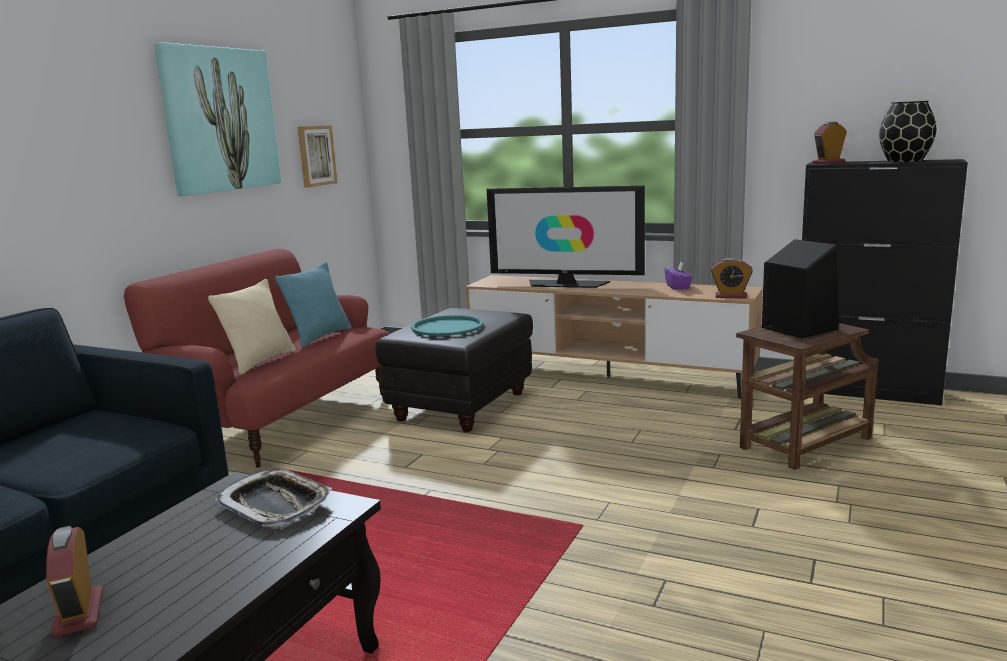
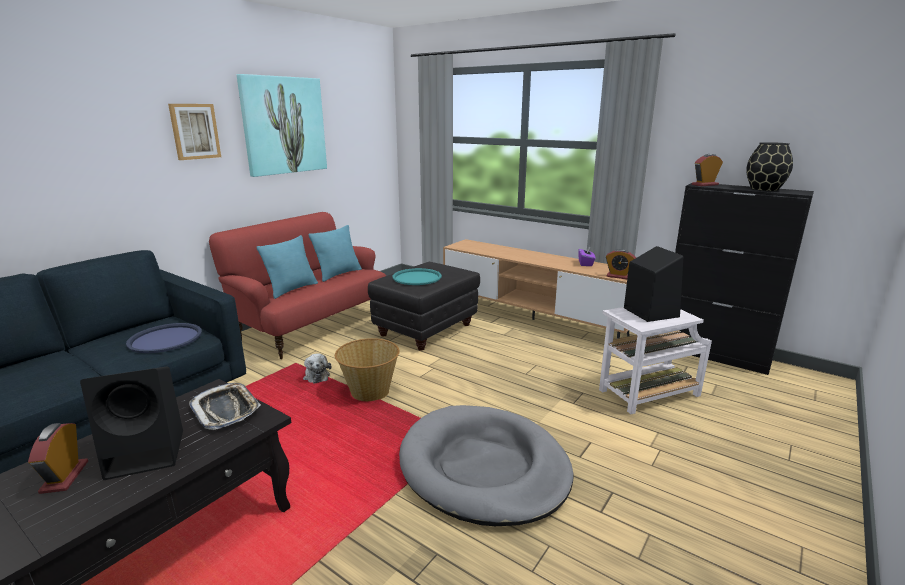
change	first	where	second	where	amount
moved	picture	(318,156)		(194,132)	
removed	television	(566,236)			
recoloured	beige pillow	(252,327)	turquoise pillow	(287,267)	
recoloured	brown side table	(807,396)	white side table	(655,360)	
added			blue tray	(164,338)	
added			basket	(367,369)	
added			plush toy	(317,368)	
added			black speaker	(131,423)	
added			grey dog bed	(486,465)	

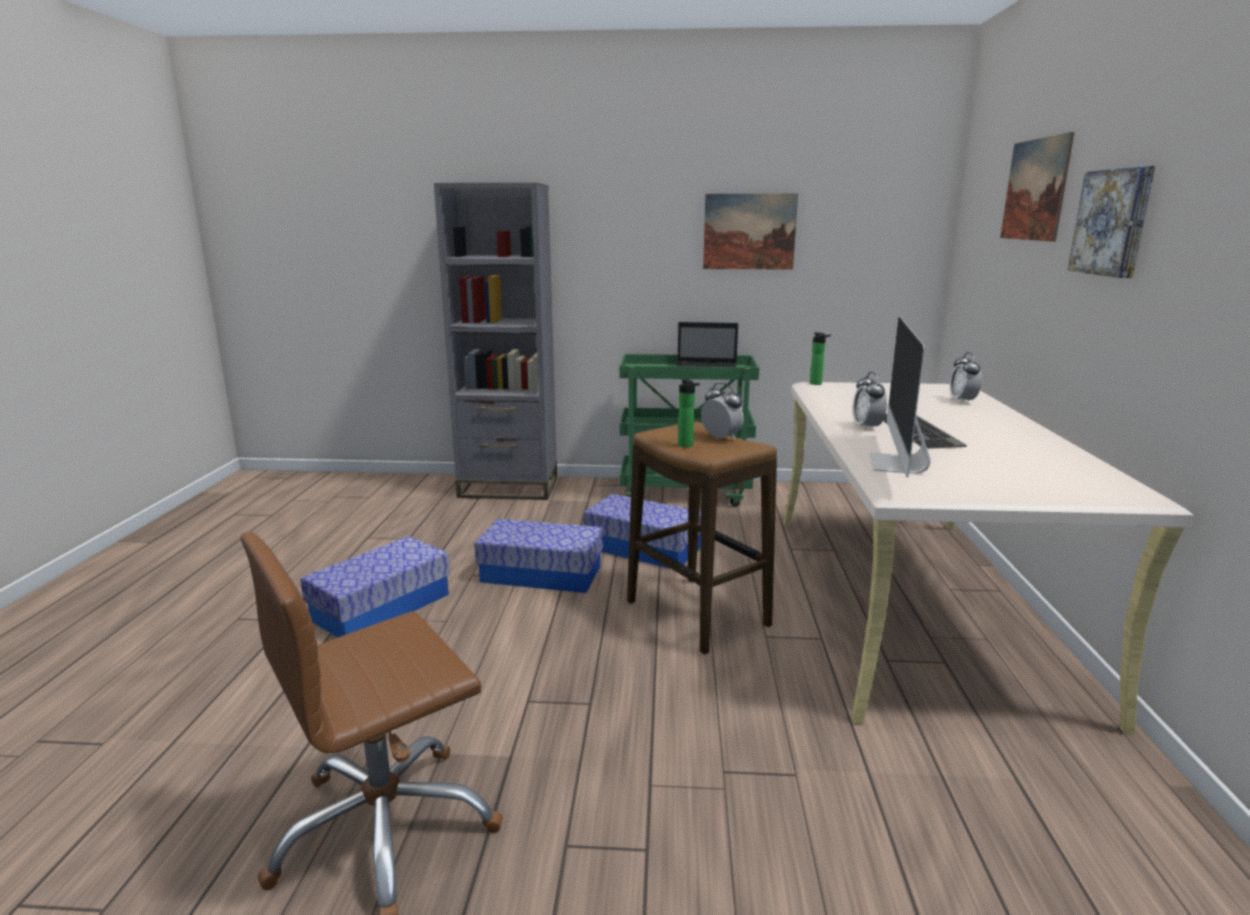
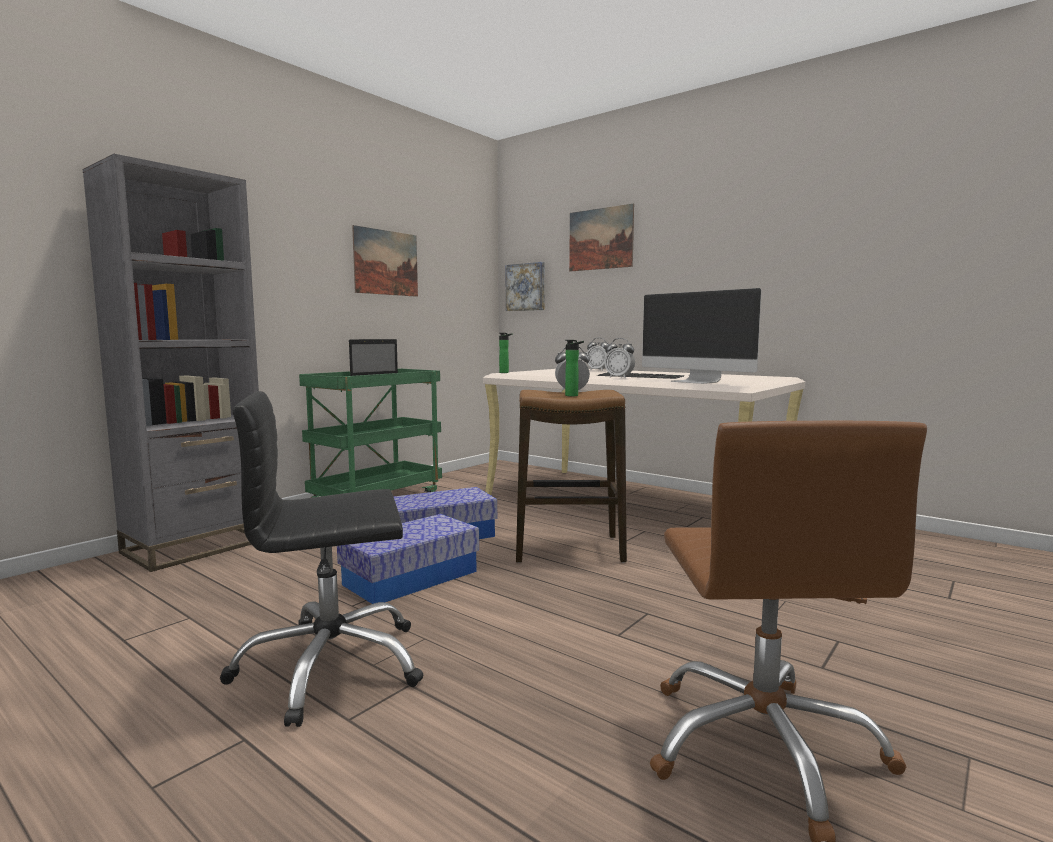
change	first	where	second	where	amount
moved	picture	(1111,222)		(525,286)	
replaced	storage box	(375,587)	black office chair	(321,559)	

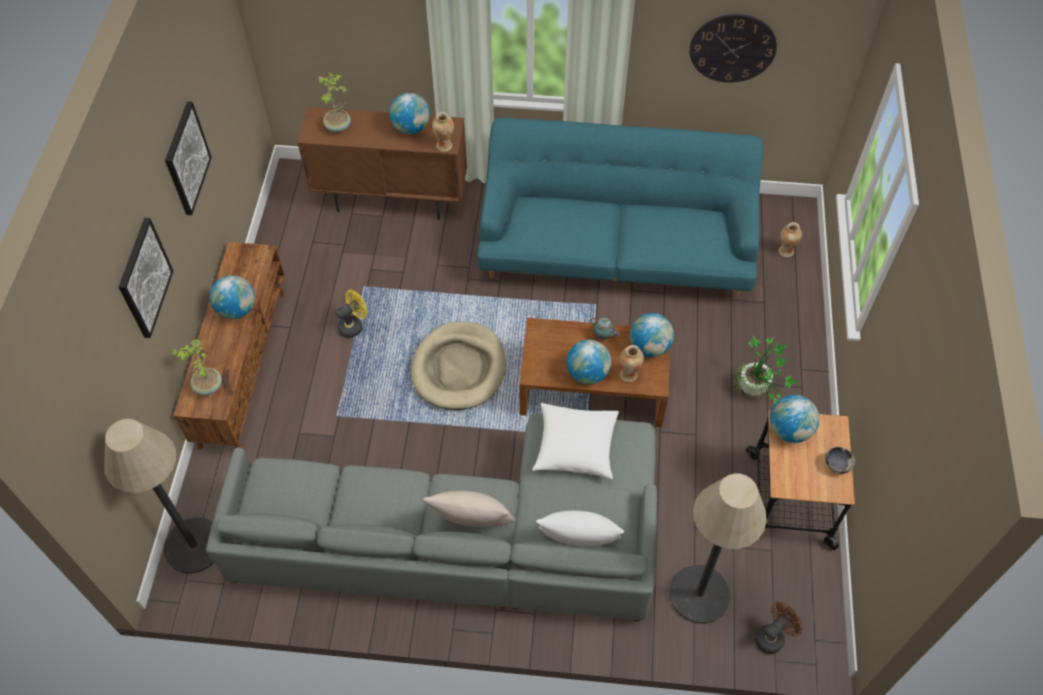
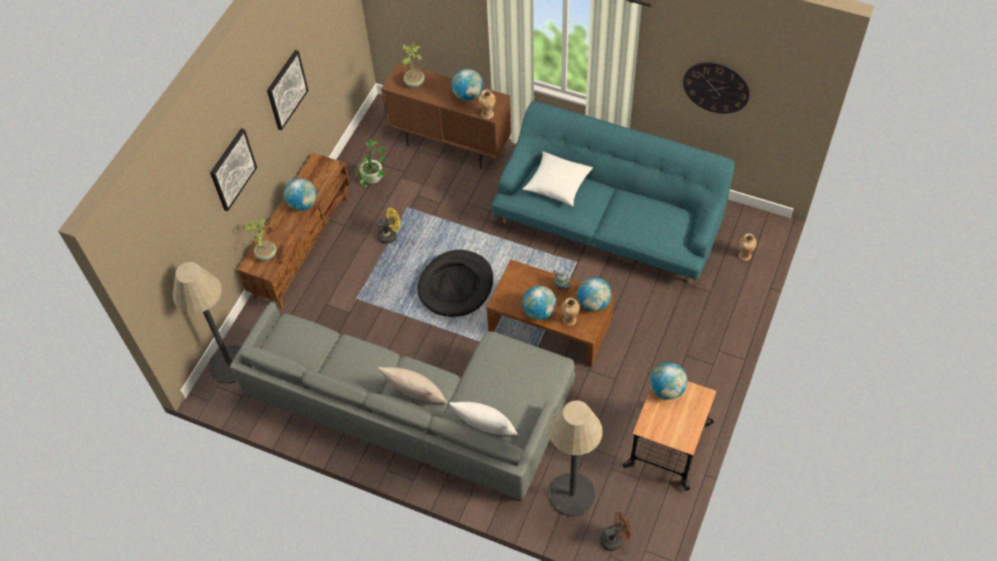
change	first	where	second	where	amount
recoloured	beige dog bed	(458,365)	black dog bed	(455,283)	
moved	potted plant	(765,369)		(371,163)	
moved	white pillow	(575,441)		(558,179)	
removed	bowl	(840,460)			

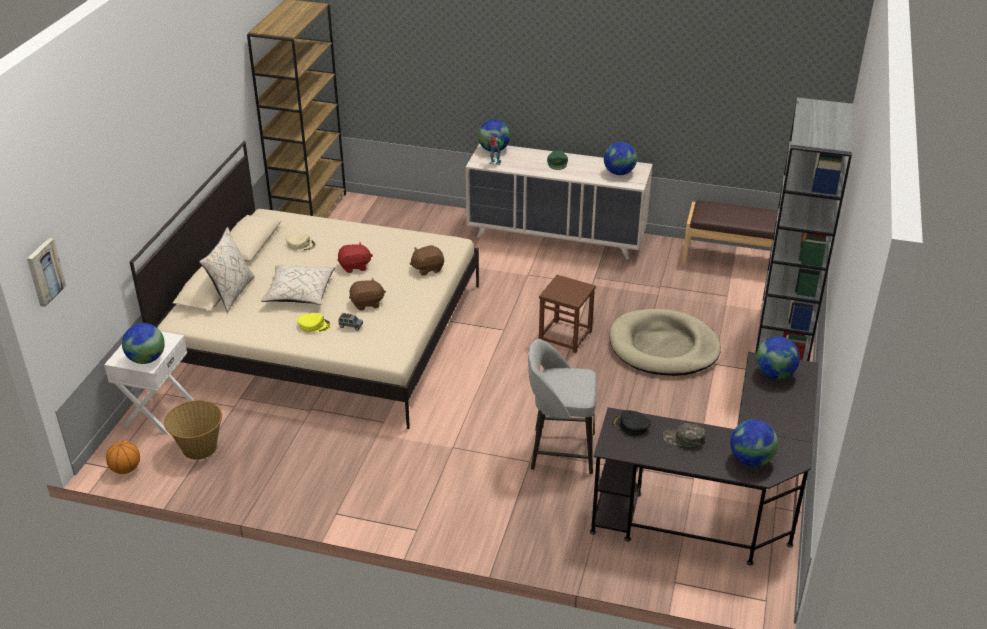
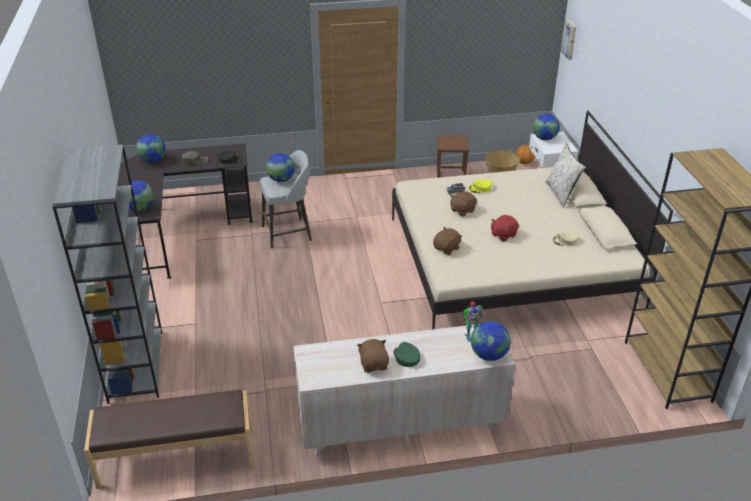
change	first	where	second	where	amount
moved	globe	(620,158)		(280,167)	
removed	beige pillow	(298,285)			
moved	brown stool	(567,314)		(452,156)	
removed	beige dog bed	(665,342)			
added			brown plush toy	(373,356)	

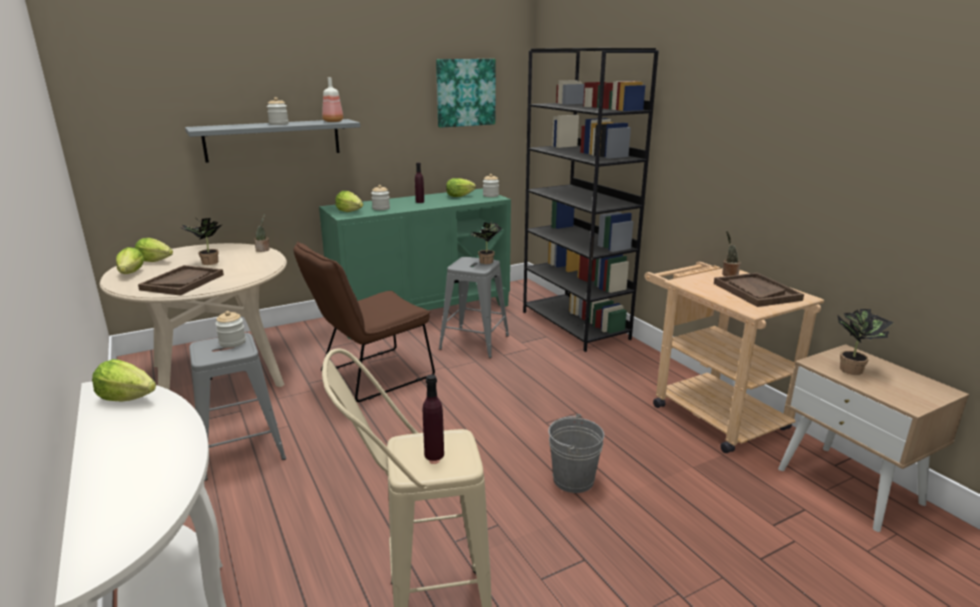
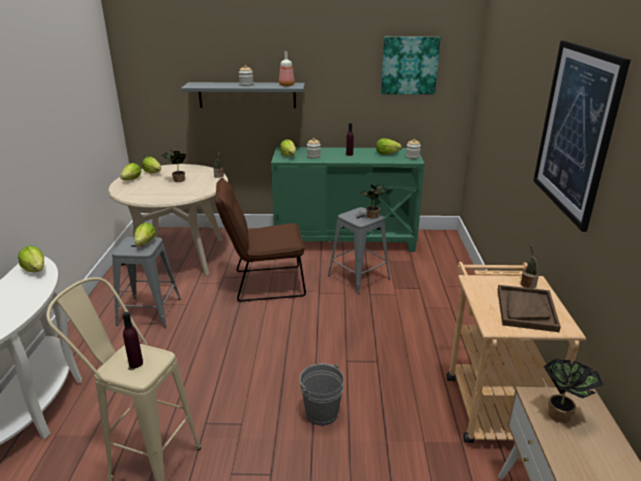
change	first	where	second	where	amount
removed	black bookcase	(591,200)			
removed	brown tray	(181,280)			
replaced	jar	(230,329)	lettuce	(145,234)	
added			picture	(582,136)	

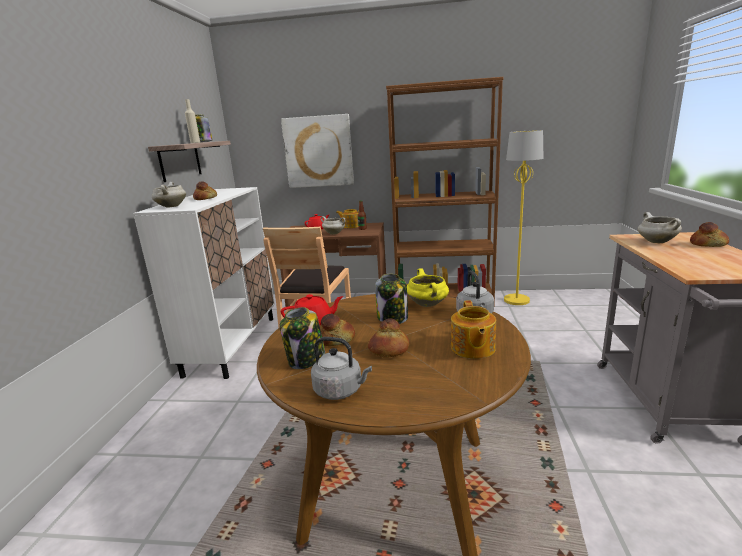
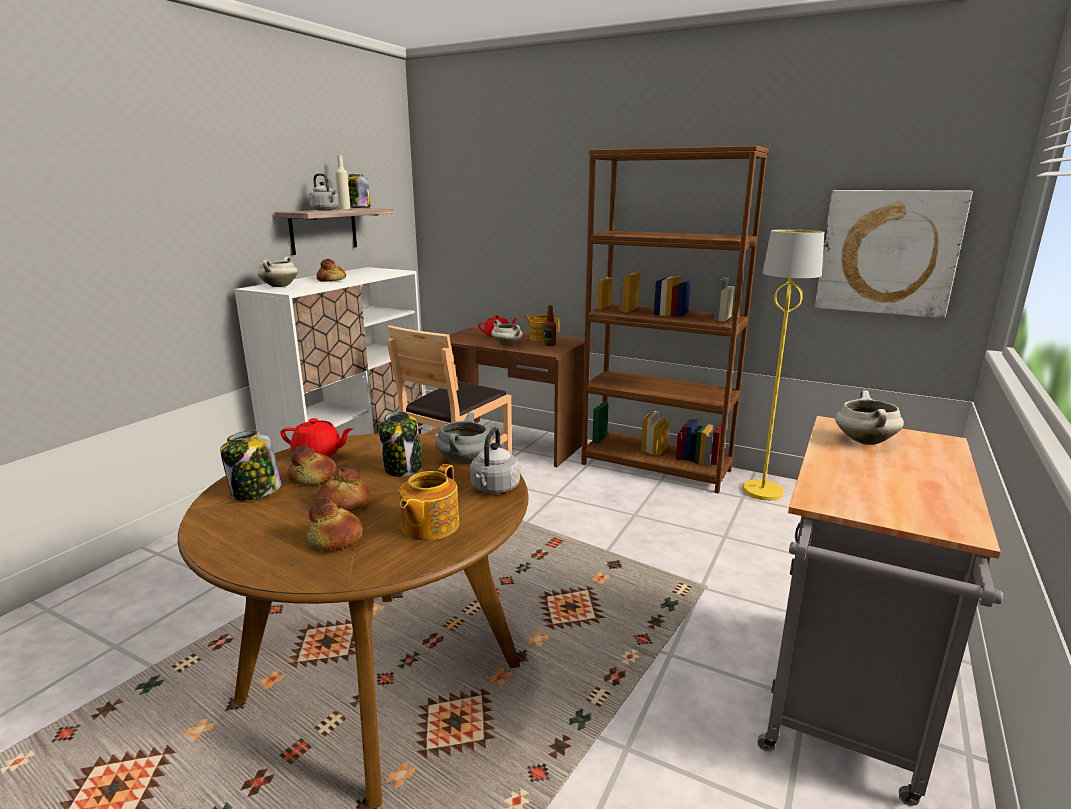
change	first	where	second	where	amount
moved	picture	(317,151)		(894,254)	
moved	bread	(709,234)		(334,525)	
recoloured	yellow cooking pot	(428,287)	grey cooking pot	(463,438)	
moved	grey kettle	(341,368)		(324,192)	

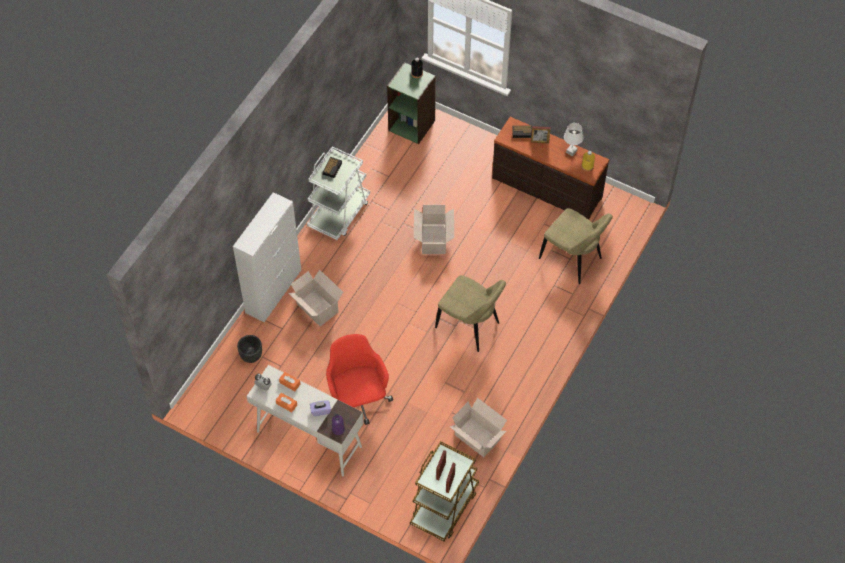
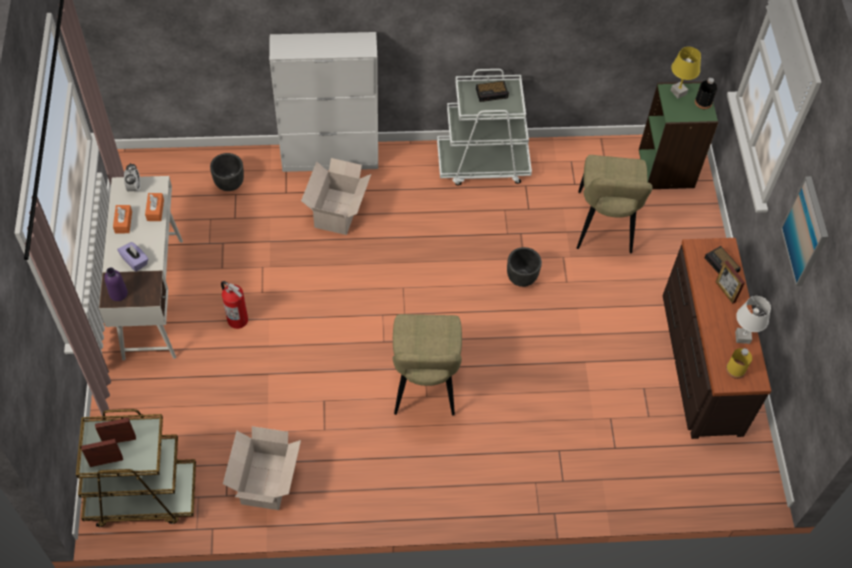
change	first	where	second	where	amount
replaced	cardboard box	(434,229)	black planter	(524,267)	
moved	beige chair	(576,246)		(615,204)	
replaced	red office chair	(359,379)	fire extinguisher	(234,305)	
added			yellow table lamp	(685,72)	
added			picture	(804,231)	

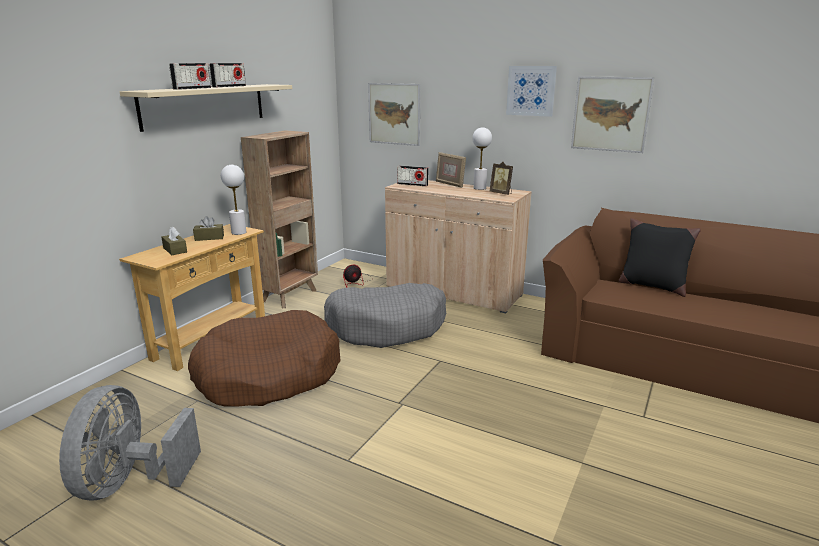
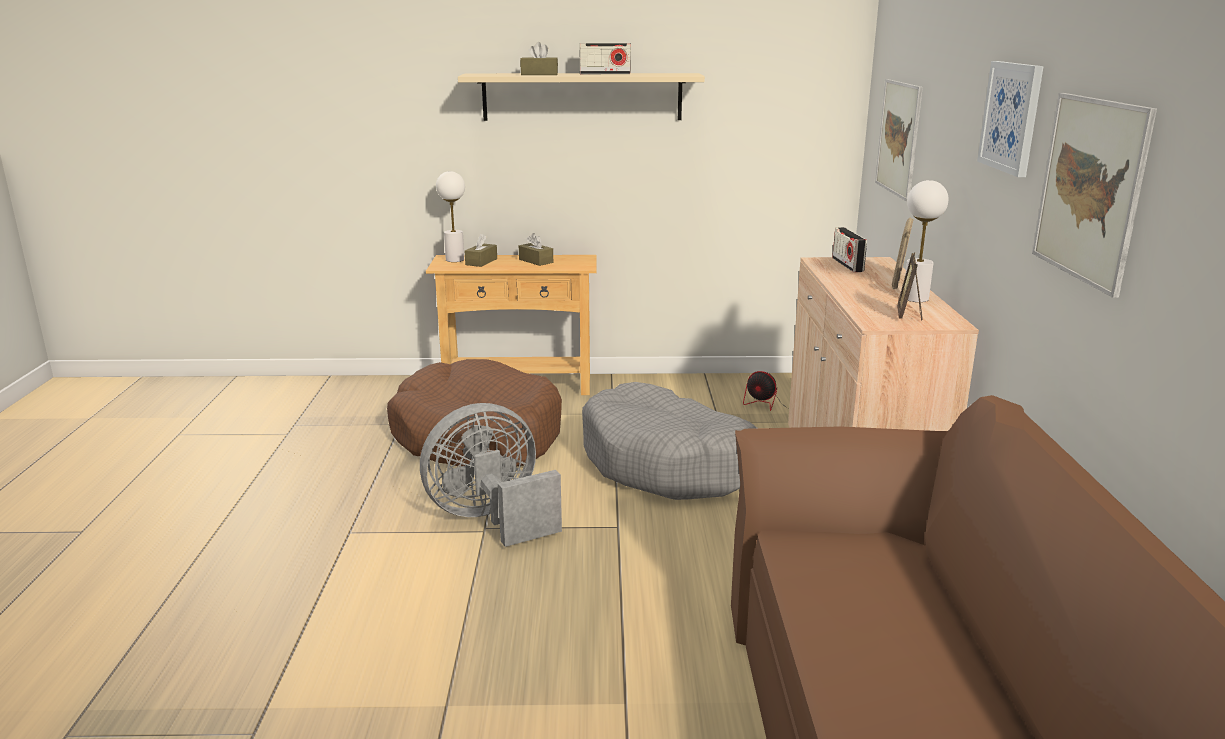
change	first	where	second	where	amount
replaced	radio	(190,76)	brown tissue box	(539,58)	
removed	brown bookcase	(279,219)			
moved	white table lamp	(233,200)		(450,216)	
removed	black pillow	(660,257)			
moved	grey fan	(130,443)		(491,475)	

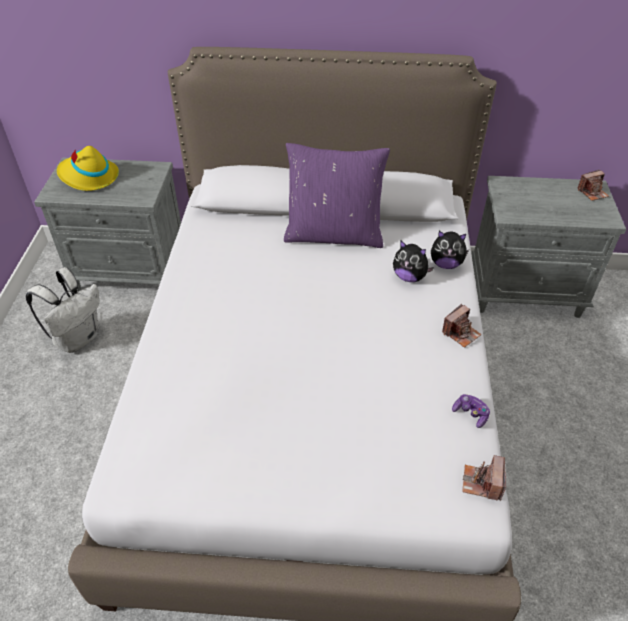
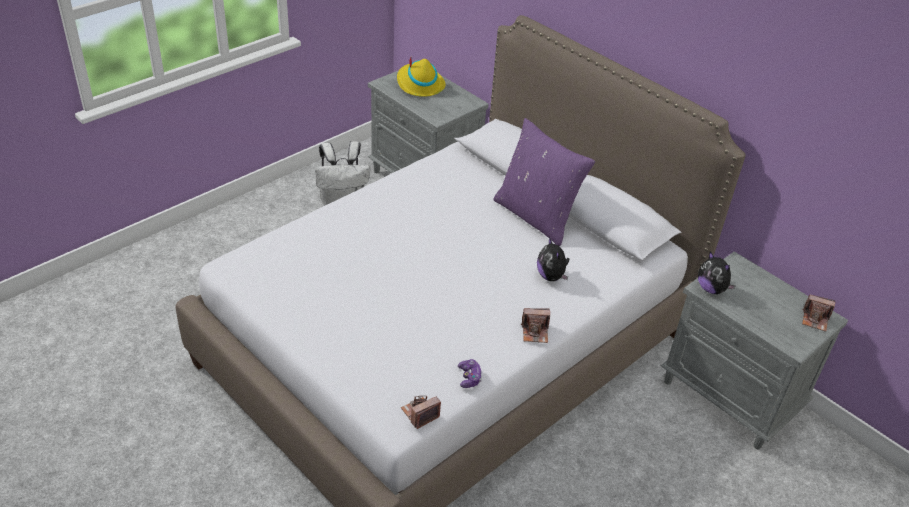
change	first	where	second	where	amount
moved	plush toy	(450,250)		(717,273)	

